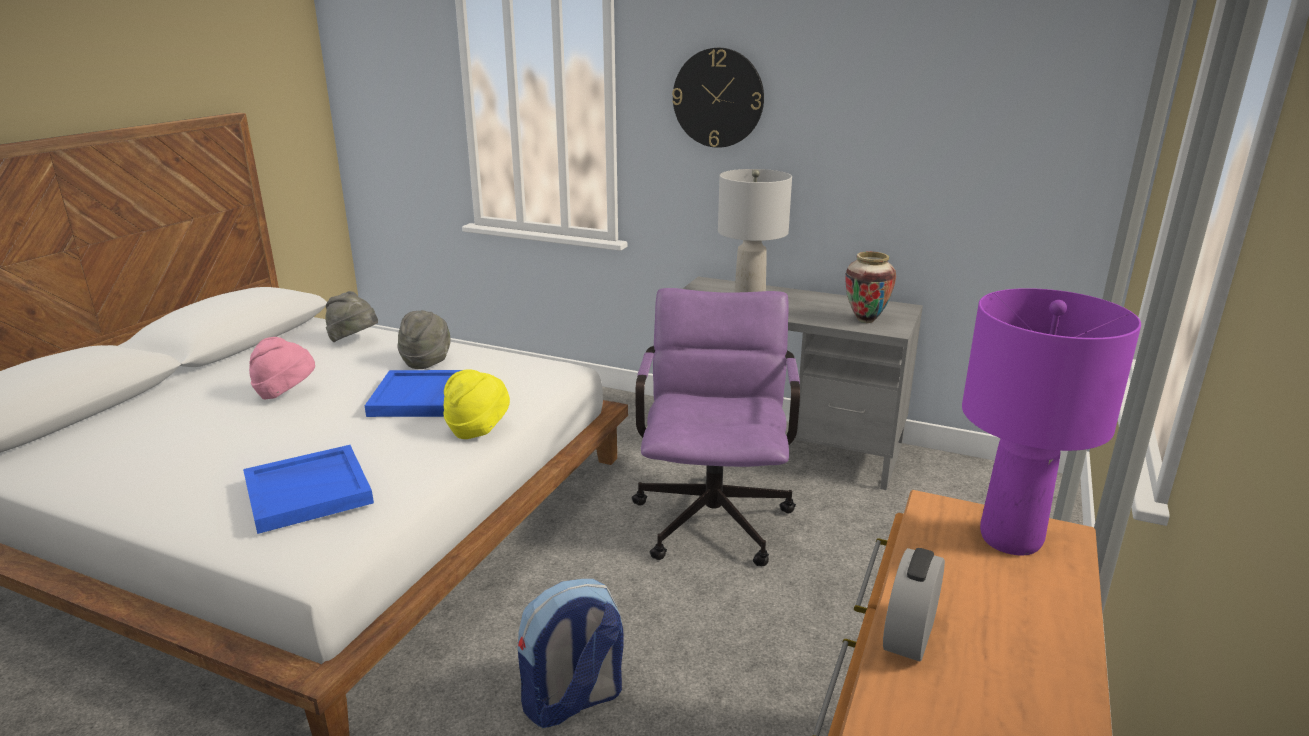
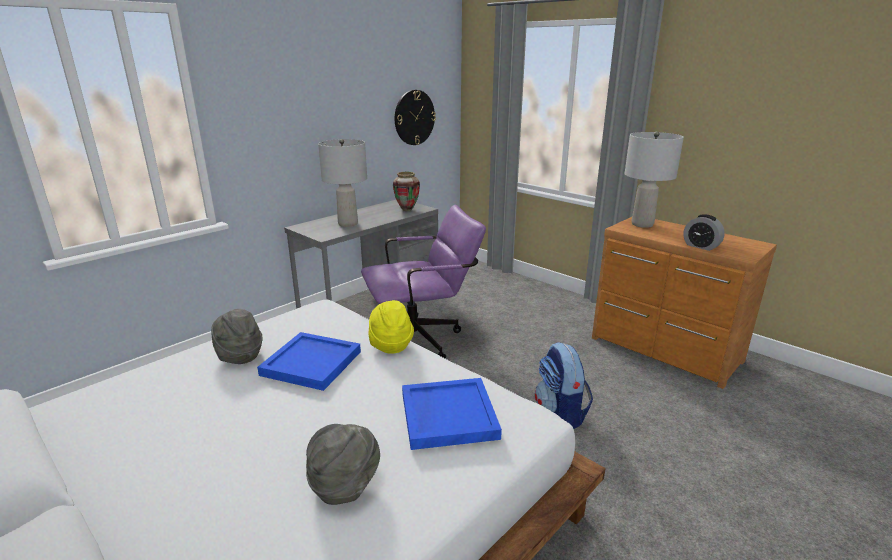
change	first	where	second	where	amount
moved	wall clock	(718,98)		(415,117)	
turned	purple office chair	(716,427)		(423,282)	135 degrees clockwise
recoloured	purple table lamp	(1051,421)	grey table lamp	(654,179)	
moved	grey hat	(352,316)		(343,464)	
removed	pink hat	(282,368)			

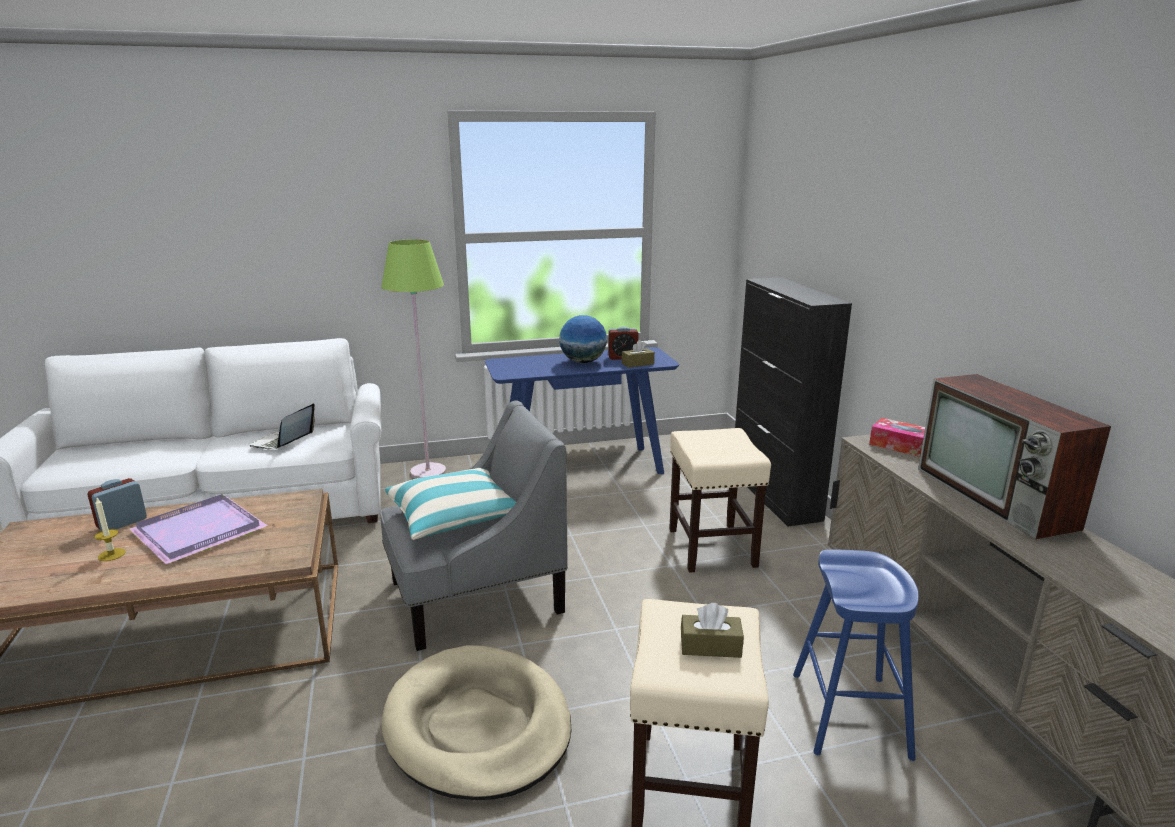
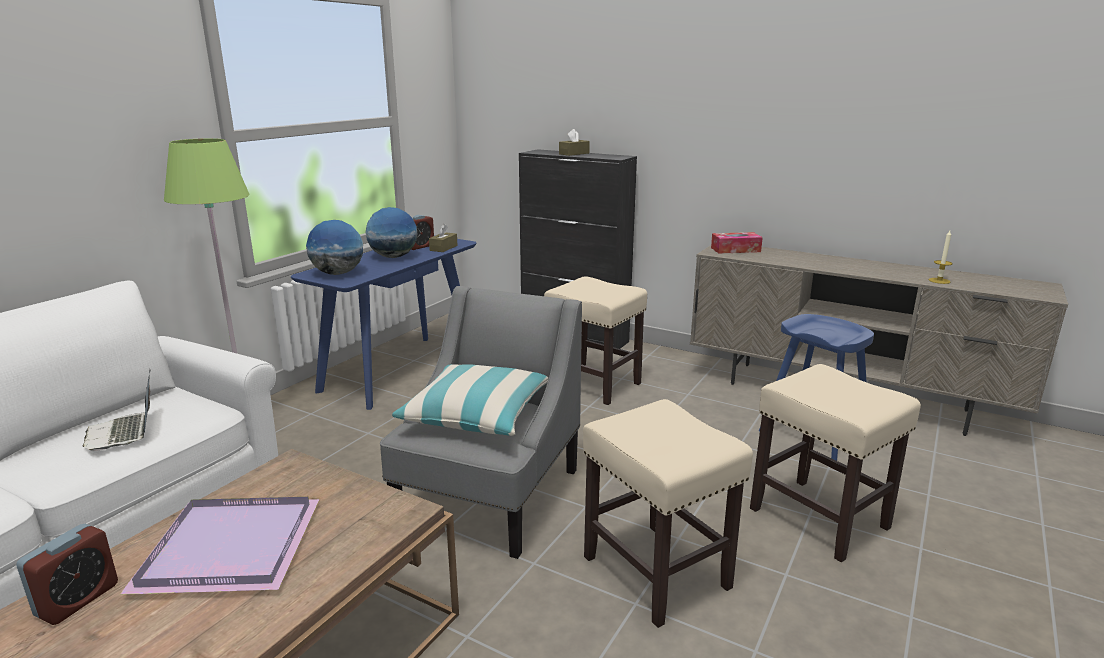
change	first	where	second	where	amount
removed	television	(1014,456)			
turned	alarm clock	(117,504)		(67,574)	150 degrees counterclockwise
moved	candle	(110,529)		(941,257)	
moved	brown tissue box	(712,630)		(574,142)	
replaced	beige dog bed	(476,722)	beige stool	(668,513)	
added			globe	(334,247)	

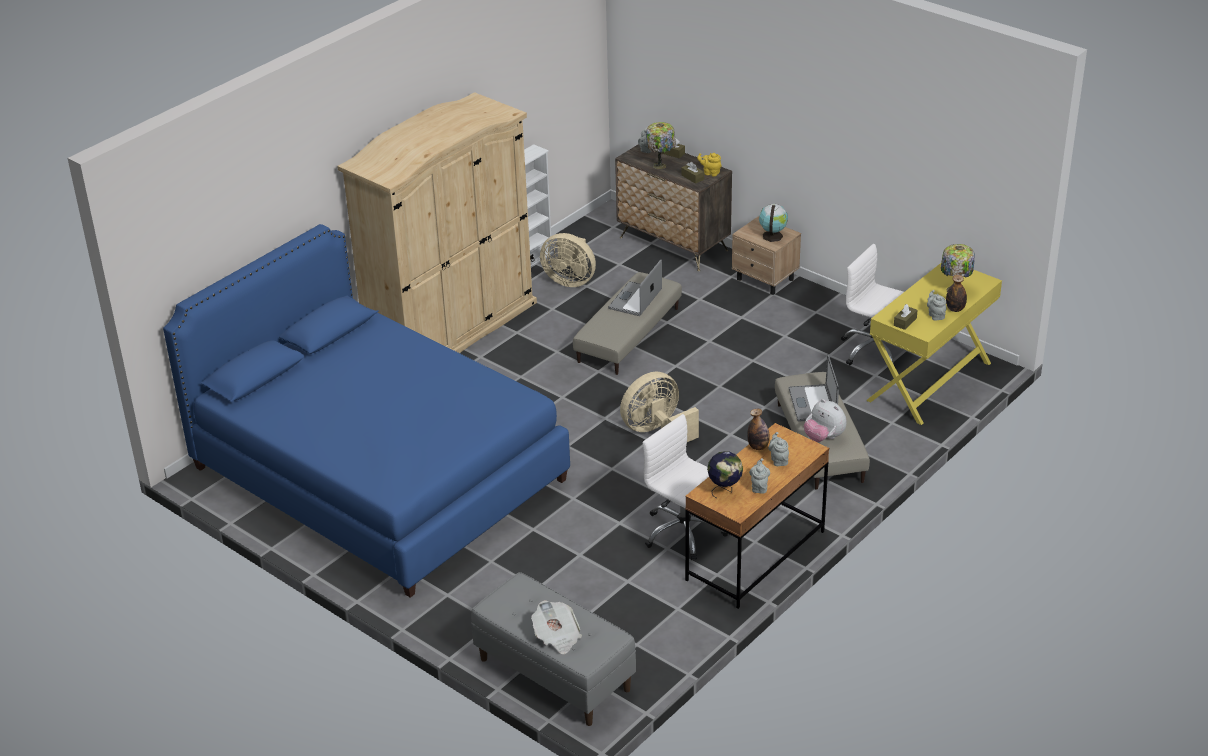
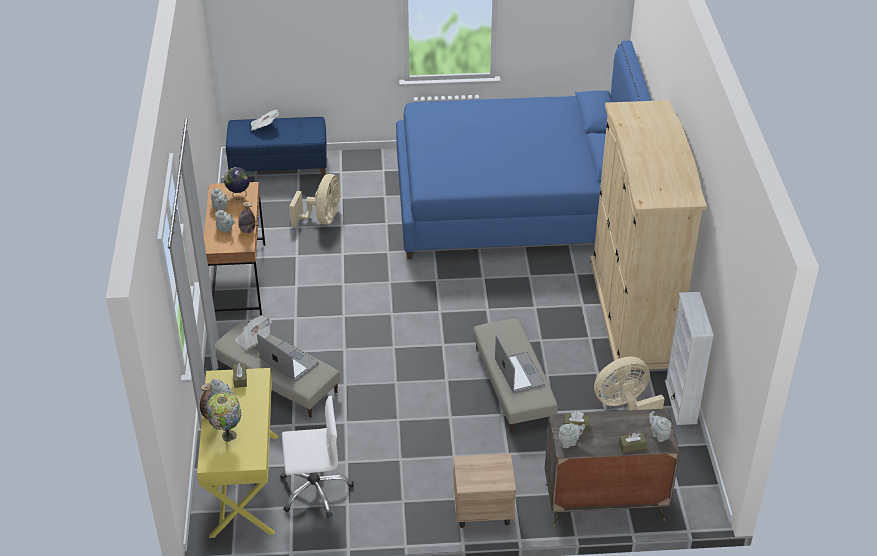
change	first	where	second	where	amount
removed	table lamp	(661,145)			
recoloured	yellow teapot	(709,164)	grey teapot	(572,435)	
removed	globe	(773,223)			
moved	beige fan	(659,407)		(314,200)	
replaced	plush toy	(825,420)	newspaper	(253,332)	
removed	white office chair	(685,487)			
recoloured	grey bench	(553,649)	blue bench	(276,147)	

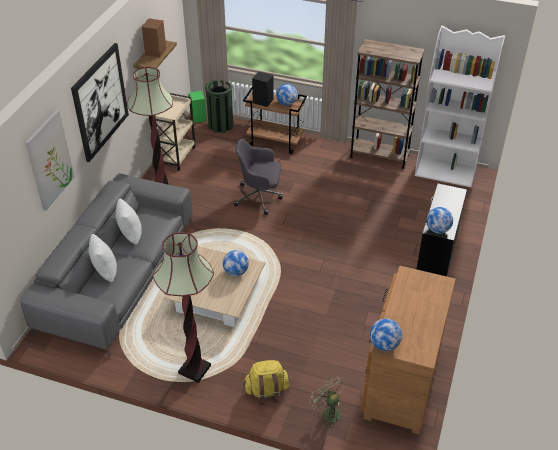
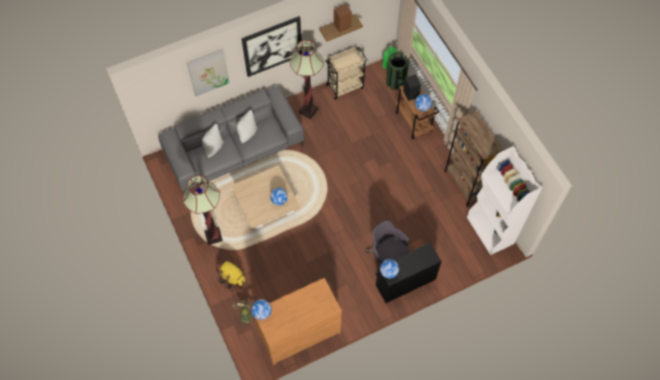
change	first	where	second	where	amount
moved	grey office chair	(258,177)		(387,248)	

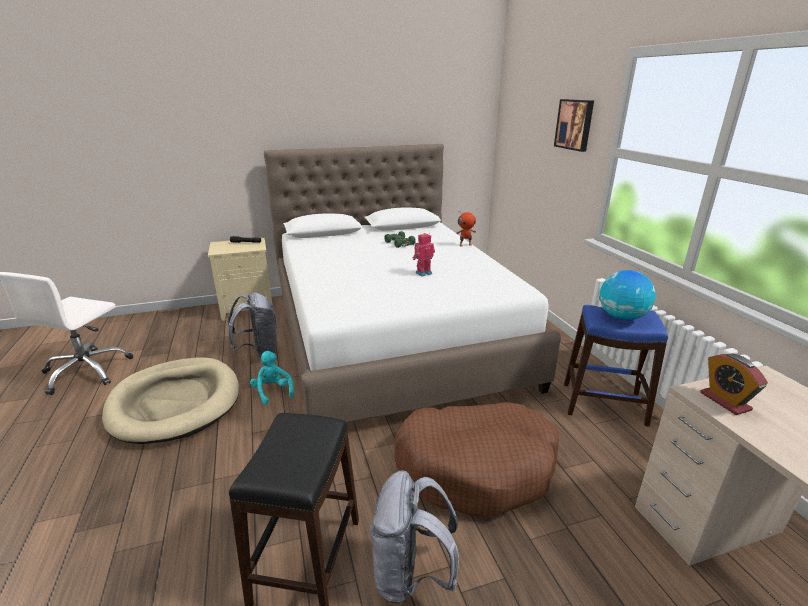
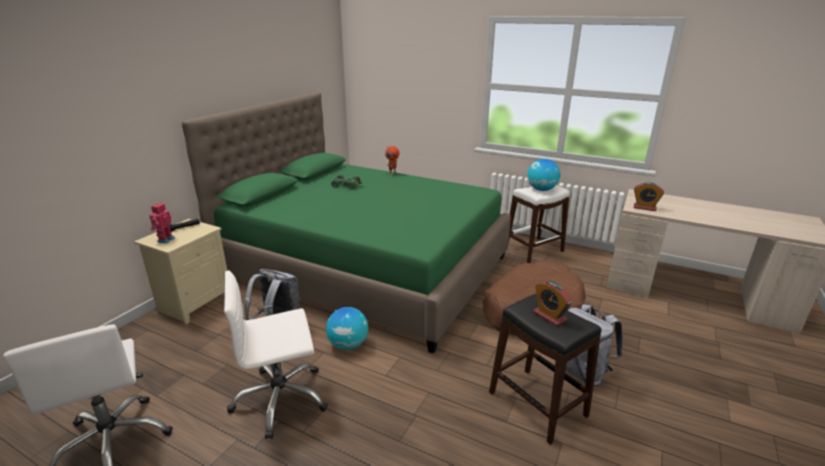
change	first	where	second	where	amount
removed	picture	(574,125)			
recoloured	white bed	(412,283)	green bed	(346,223)	
moved	toy robot	(424,254)		(162,223)	
recoloured	blue stool	(616,365)	white stool	(538,224)	
replaced	turquoise plush toy	(272,378)	globe	(347,328)	
replaced	beige dog bed	(170,401)	white office chair	(276,355)	
added			alarm clock	(553,303)	

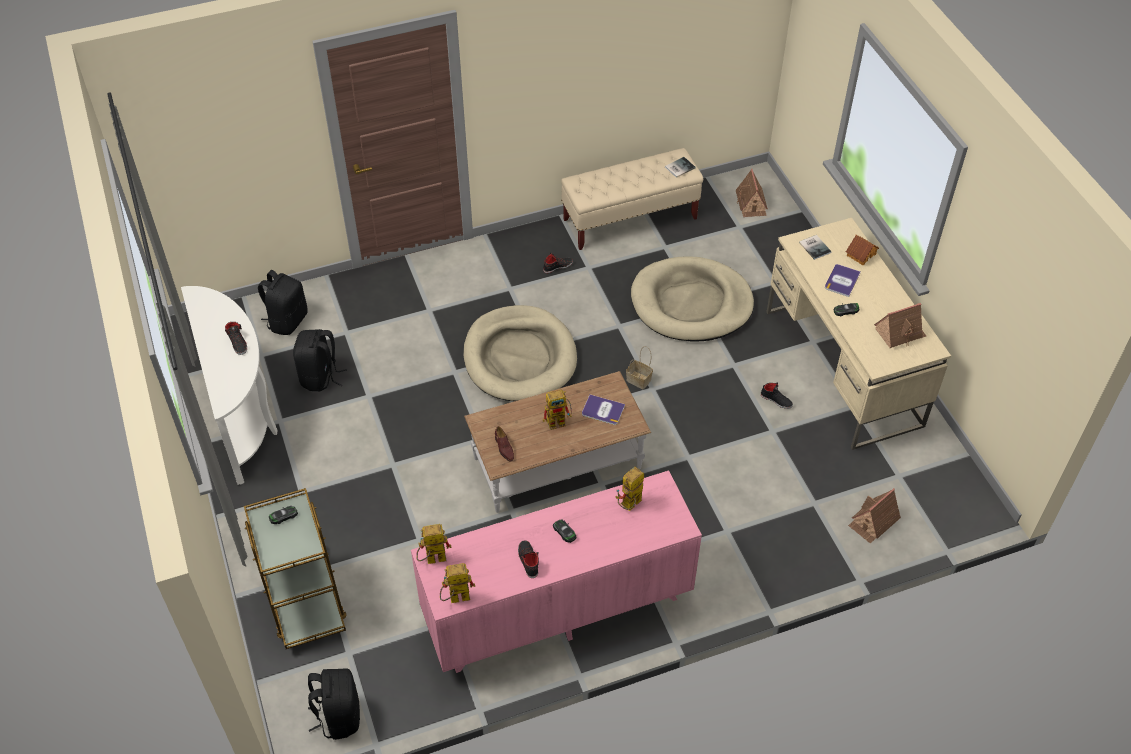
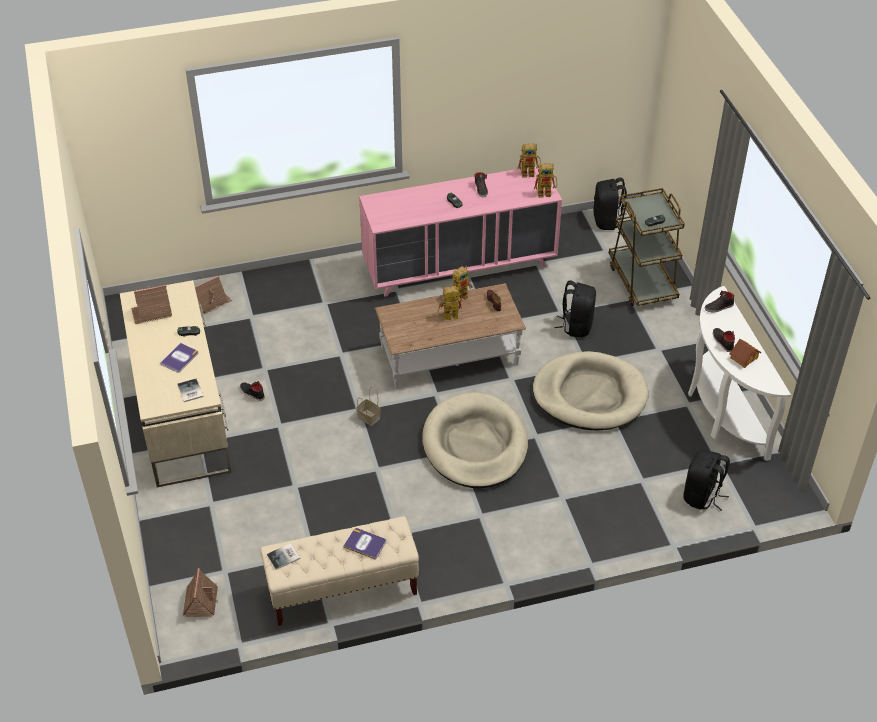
change	first	where	second	where	amount
moved	toy house	(862,250)		(745,353)	
moved	black shoe	(558,263)		(719,302)	
moved	beige dog bed	(692,299)		(590,390)	
moved	black backpack	(320,360)		(575,309)	
moved	book	(603,410)		(364,544)	
moved	toy robot	(630,488)		(463,284)	

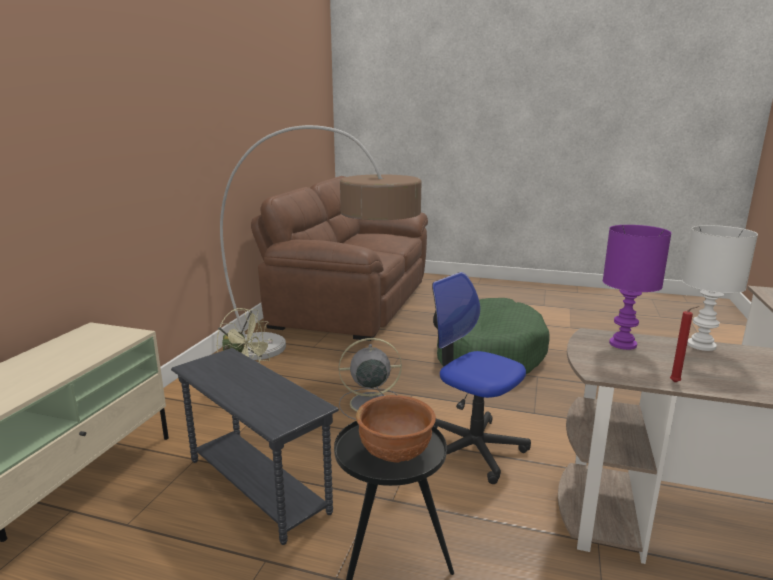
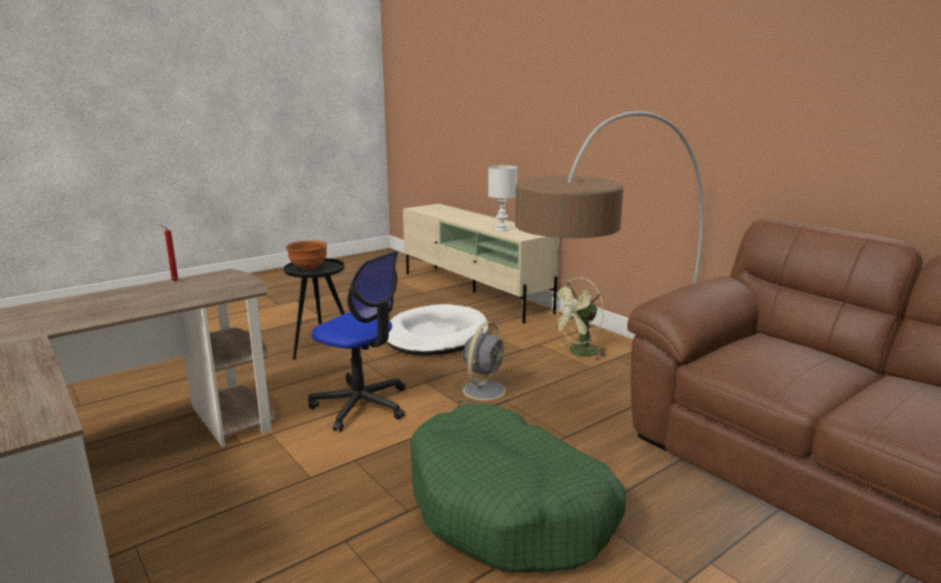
change	first	where	second	where	amount
removed	purple table lamp	(637,287)			
moved	white table lamp	(720,288)		(502,198)	
turned	office chair	(481,378)		(357,341)	45 degrees clockwise
replaced	grey side table	(255,446)	white dog bed	(437,329)	

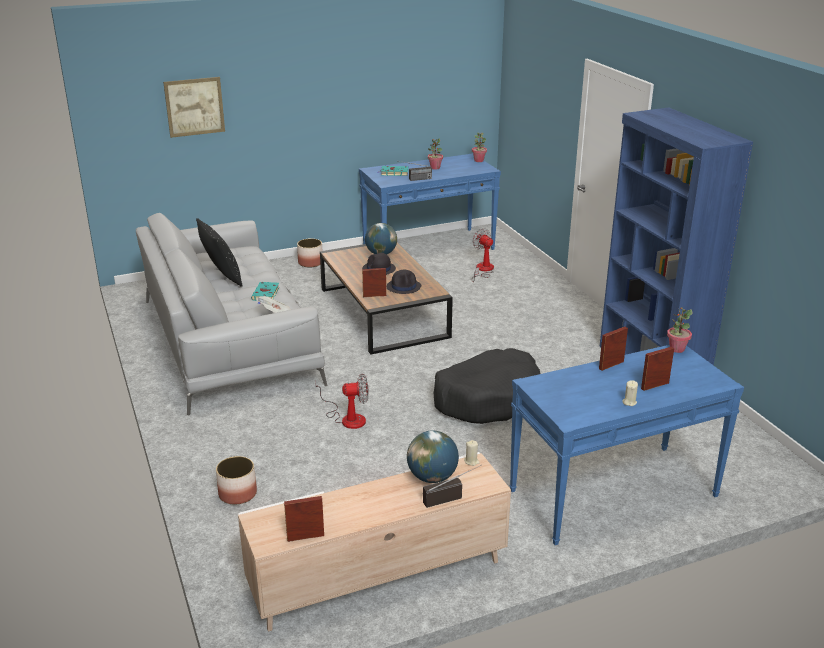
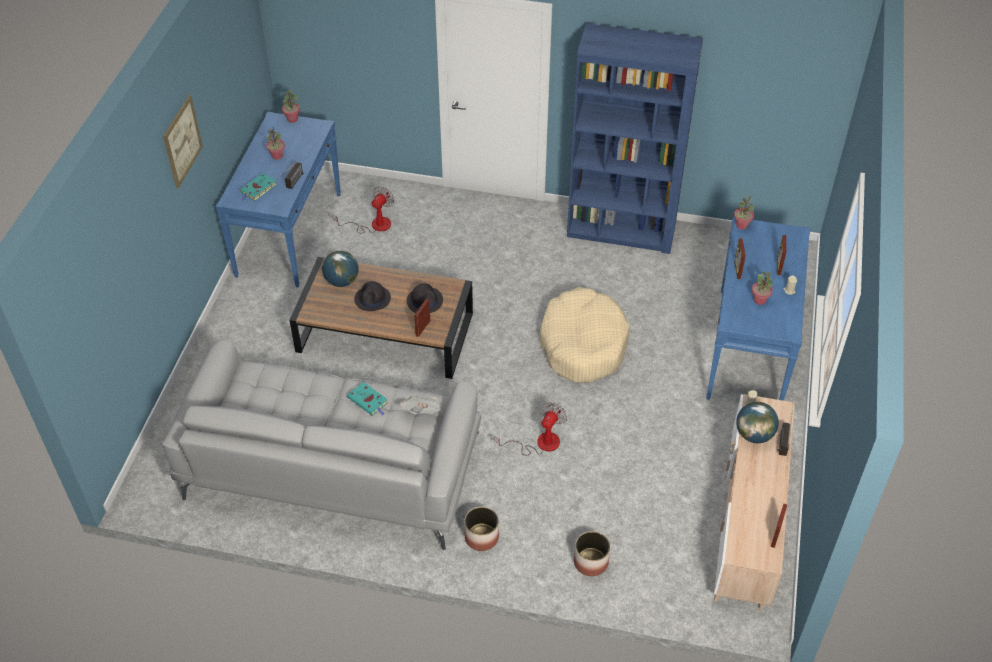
change	first	where	second	where	amount
moved	picture	(194,107)		(183,141)	
removed	black pillow	(219,252)			
turned	fan	(482,255)		(363,210)	120 degrees clockwise
moved	planter	(310,253)		(481,529)	
recoloured	black dog bed	(487,386)	beige dog bed	(584,335)	
added			potted plant	(762,288)	

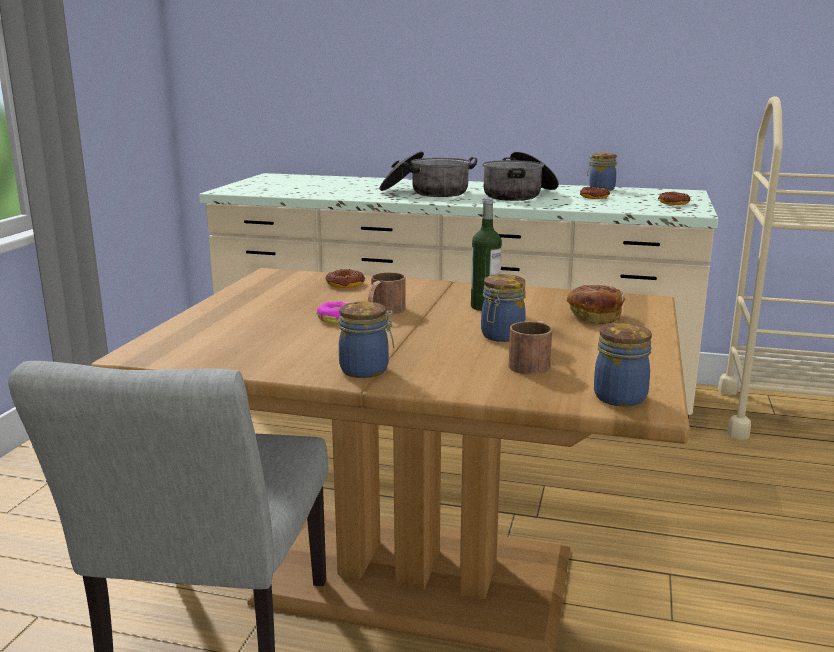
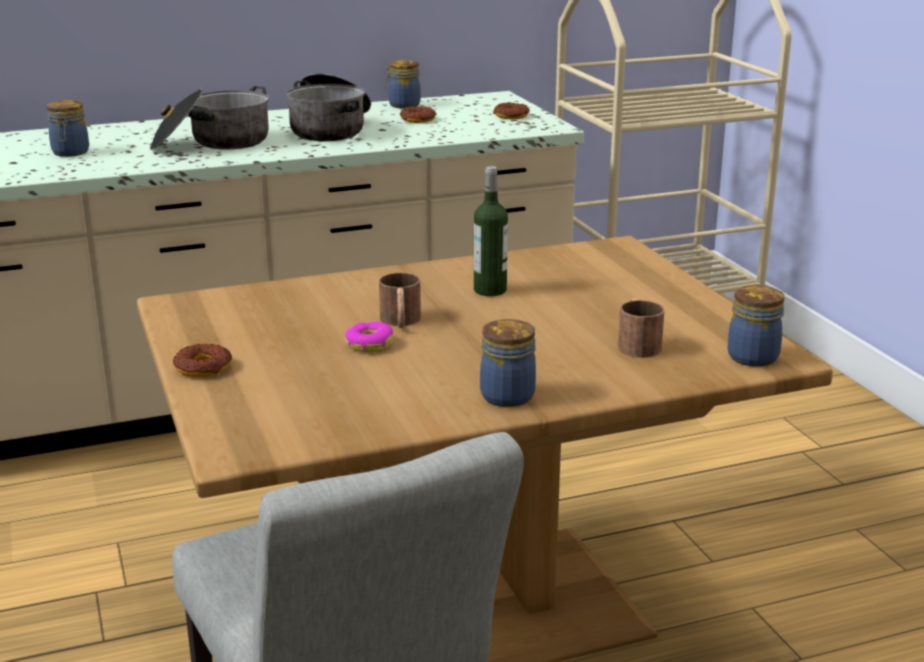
change	first	where	second	where	amount
moved	donut	(345,278)		(202,360)	
moved	jar	(503,308)		(68,128)	
removed	bread	(596,304)			

